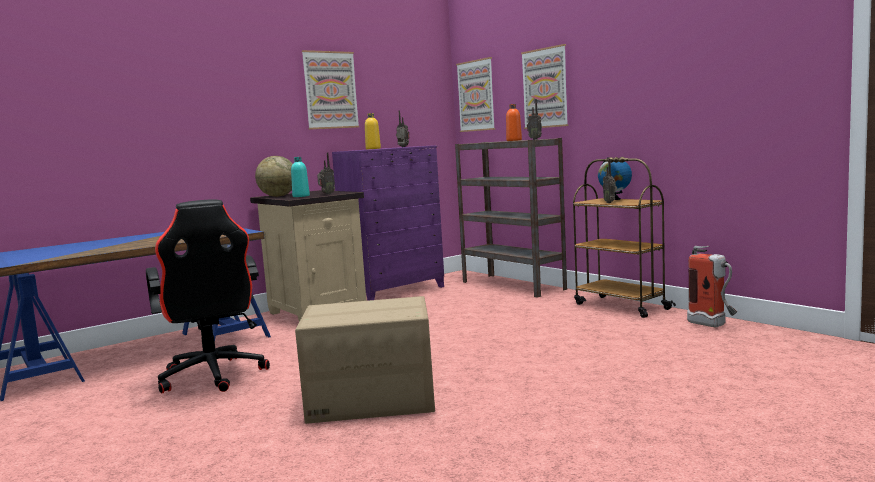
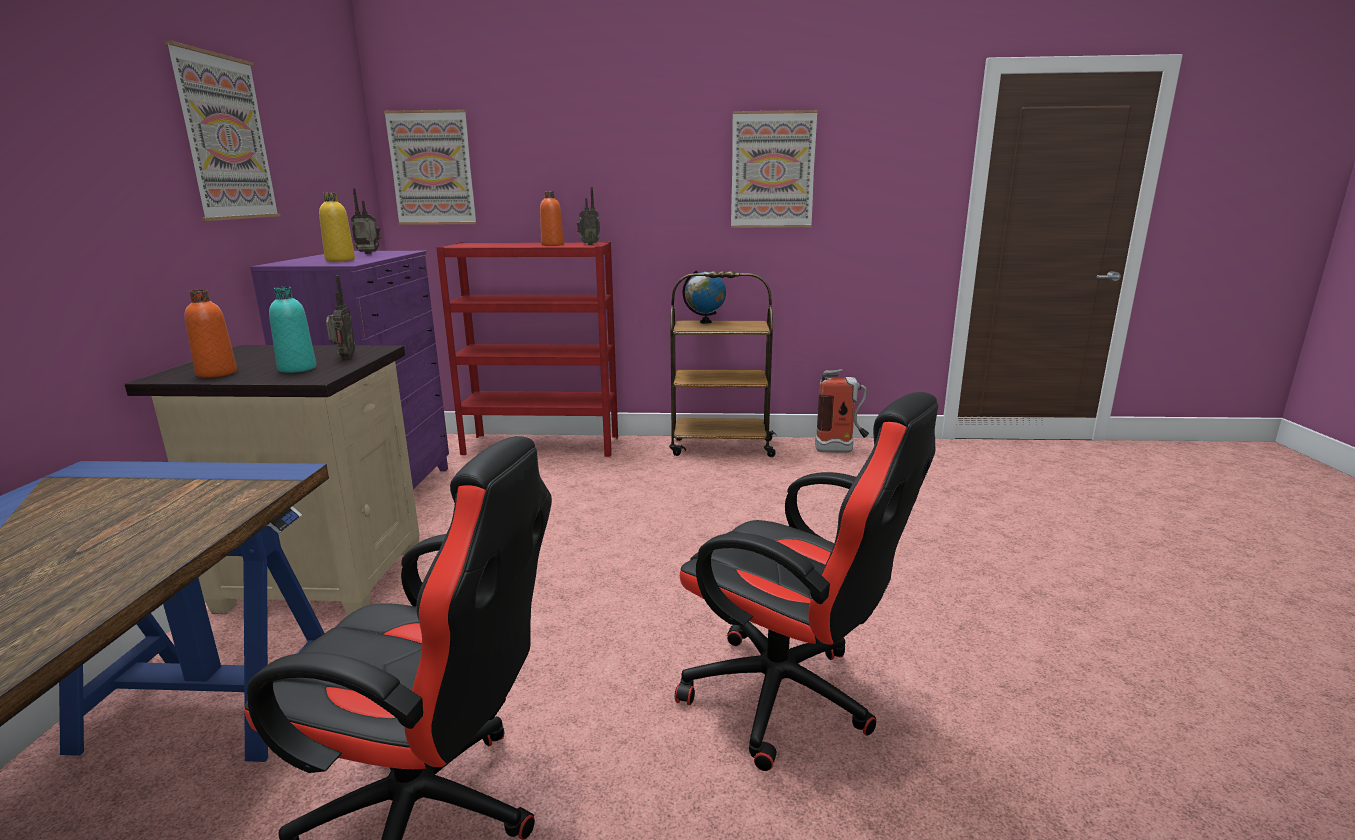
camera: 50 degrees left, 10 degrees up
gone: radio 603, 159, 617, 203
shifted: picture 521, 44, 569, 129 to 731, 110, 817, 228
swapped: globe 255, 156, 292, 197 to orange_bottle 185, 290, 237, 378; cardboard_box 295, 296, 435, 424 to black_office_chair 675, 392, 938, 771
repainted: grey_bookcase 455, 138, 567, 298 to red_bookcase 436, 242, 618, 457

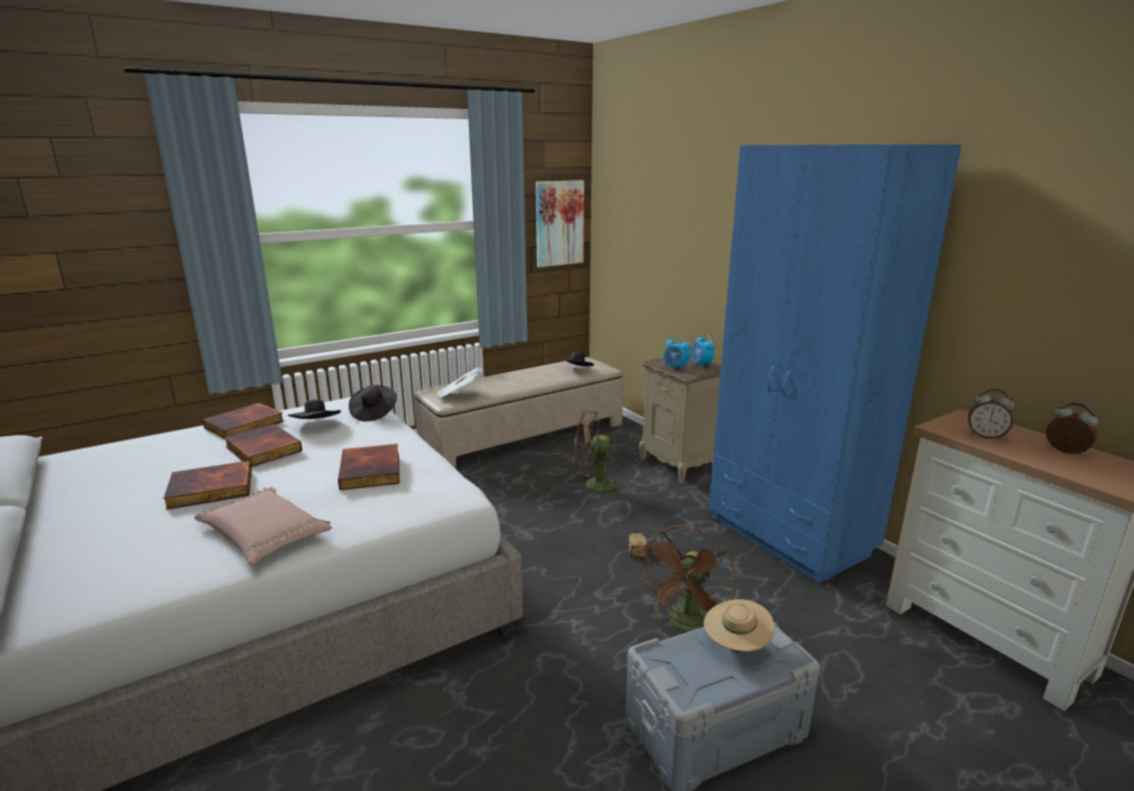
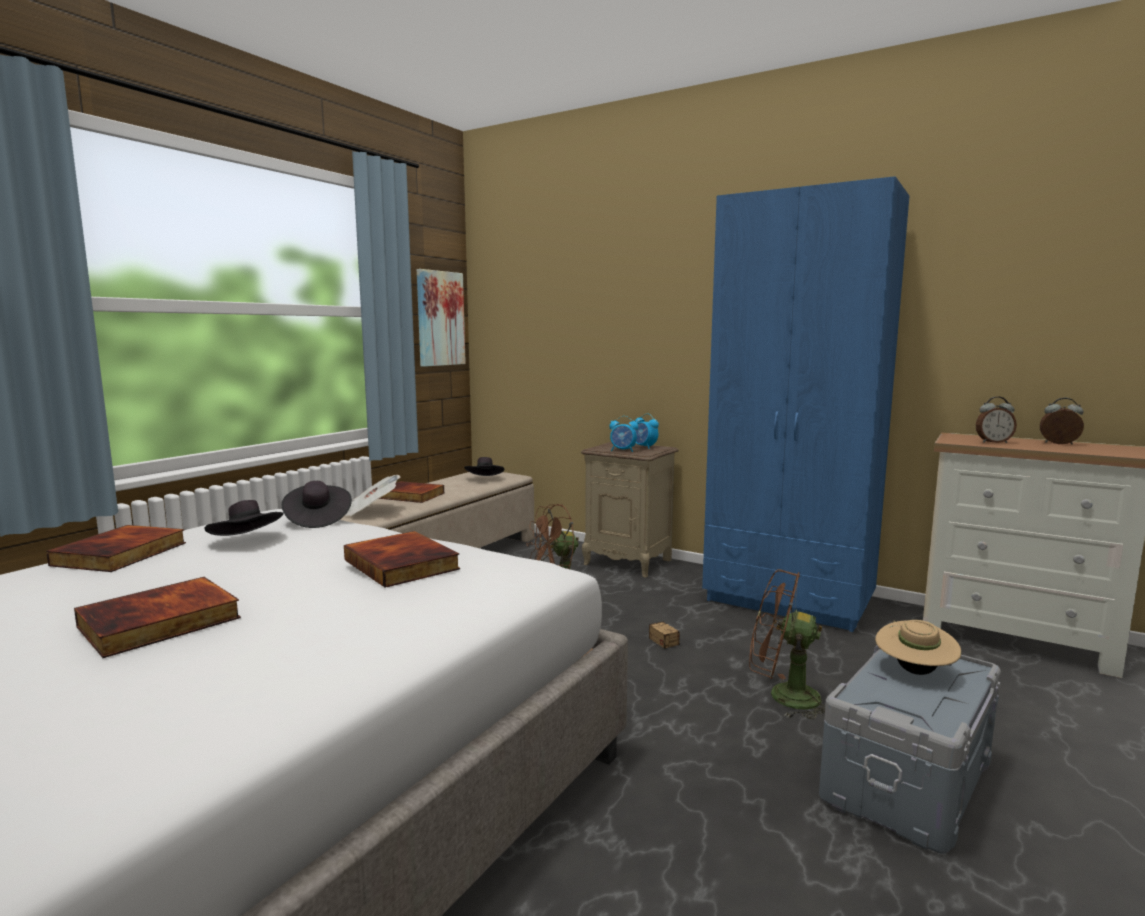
camera: 25 degrees left, 10 degrees down
gone: beige_pillow 194, 487, 332, 565
shifted: book 225, 424, 302, 467 to 379, 481, 444, 503
rotated: brown_fan 639, 525, 736, 632 = 749, 569, 825, 720 105 degrees clockwise

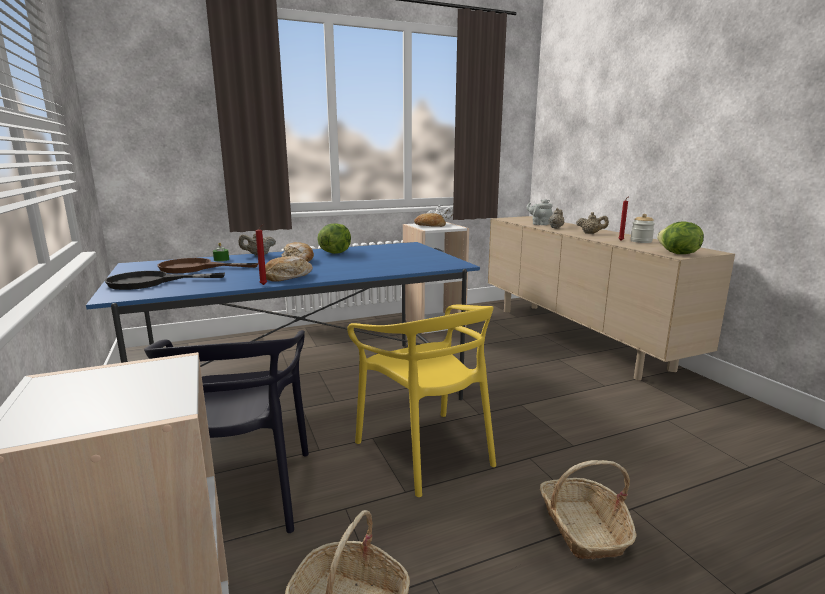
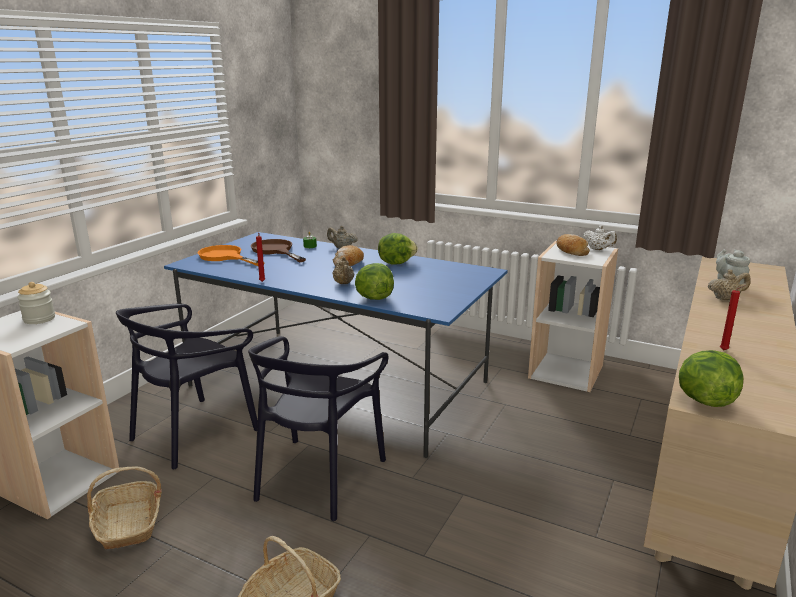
camera: 50 degrees right, 5 degrees up
gone: bread 265, 256, 313, 282
new: lettuce 355, 263, 394, 300
shifted: jar 630, 214, 655, 243 to 17, 282, 55, 324; beige_teapot 576, 212, 609, 234 to 332, 257, 354, 284
repainted: black_frying_pan 104, 271, 225, 290 to orange_frying_pan 197, 245, 265, 266; yellow_chair 347, 305, 496, 497 to black_chair 248, 336, 388, 521

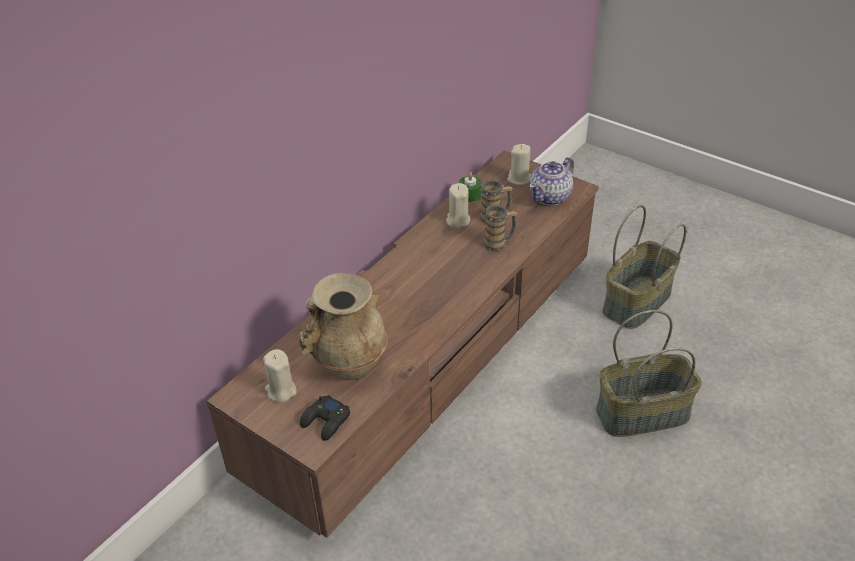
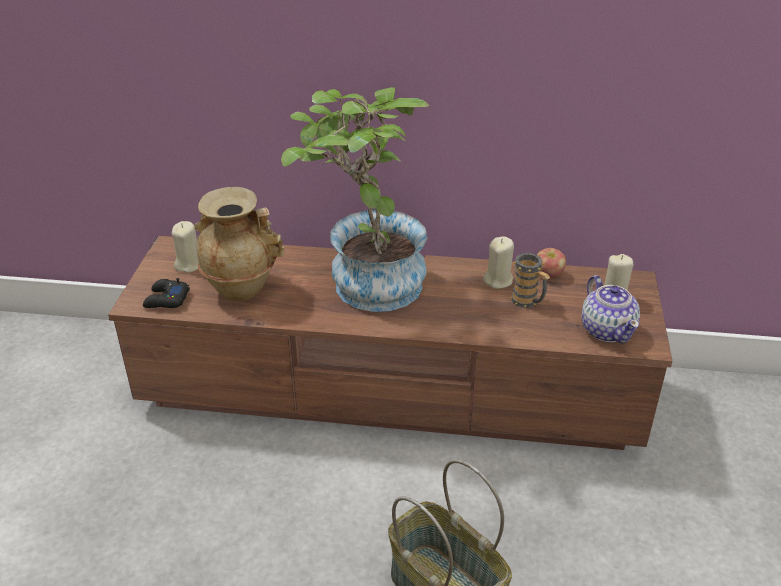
camera: 60 degrees right, 5 degrees down
gone: mug 483, 205, 517, 251; basket 602, 205, 686, 329
new: potted_plant 281, 87, 429, 312
swapped: green_candle 459, 172, 482, 202 to apple 537, 248, 566, 278
rotated: teapot 529, 157, 574, 205 = 582, 275, 640, 343 120 degrees counterclockwise

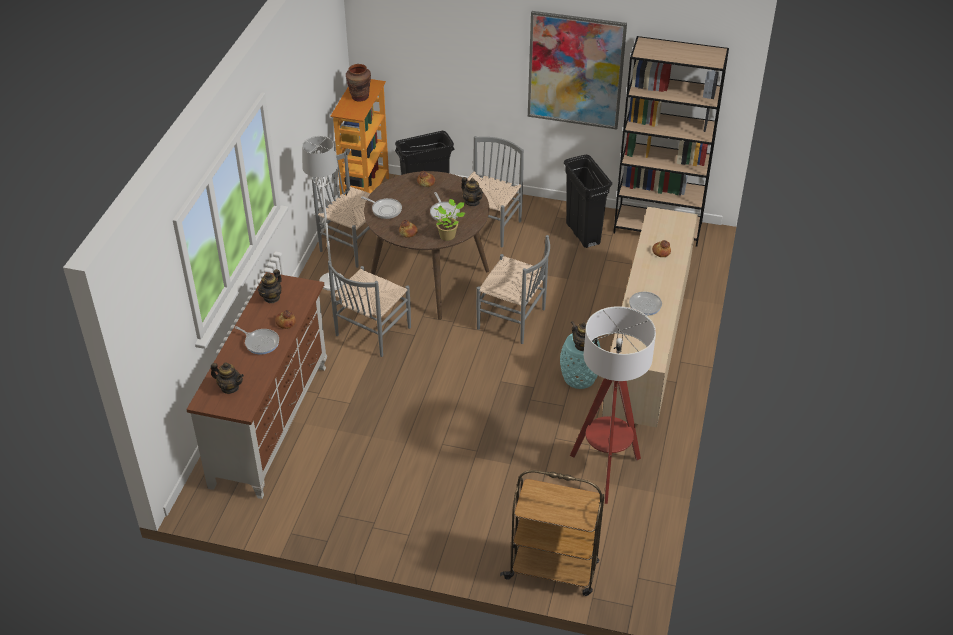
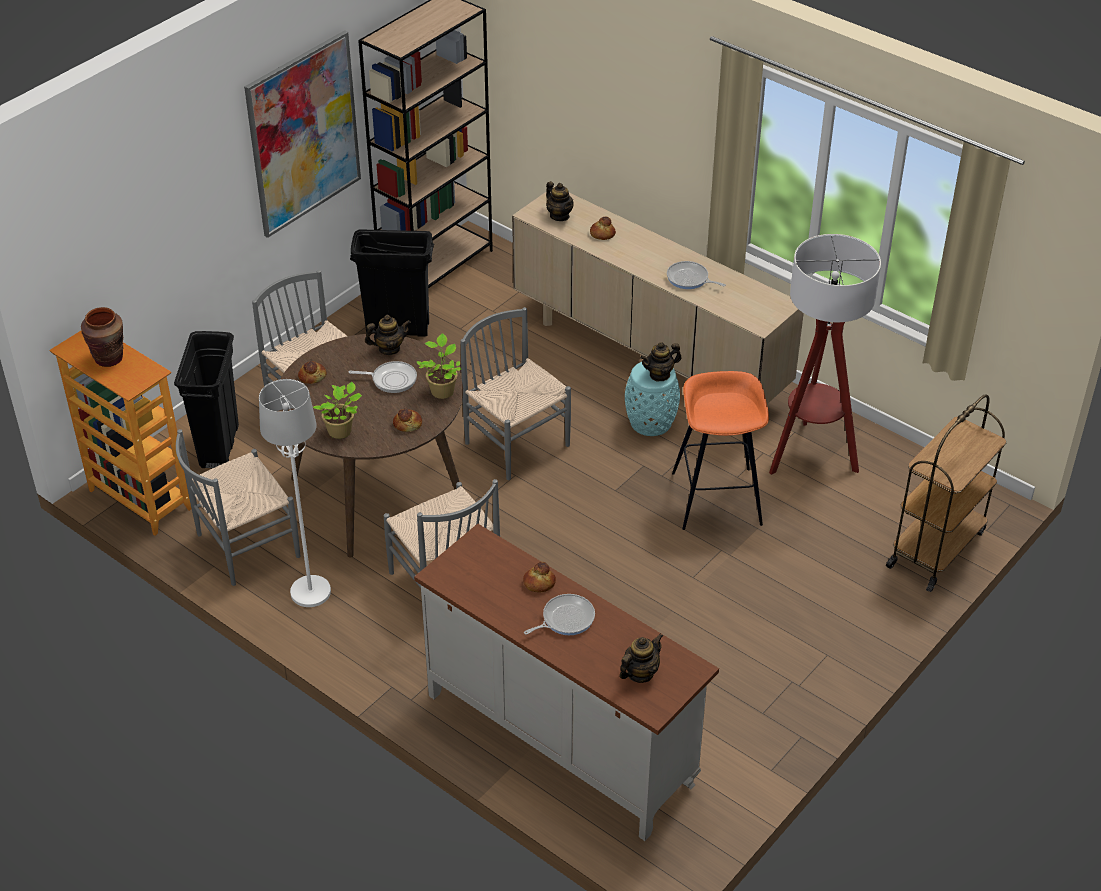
camera: 65 degrees left, 0 degrees up
new: orange_stool 672, 371, 769, 530
shifted: teapot 258, 269, 282, 303 to 546, 181, 574, 221
swapped: frying_pan 361, 196, 402, 219 to potted_plant 313, 382, 362, 439
rotated: grey_chair 476, 235, 550, 344 = 461, 307, 571, 480 90 degrees counterclockwise

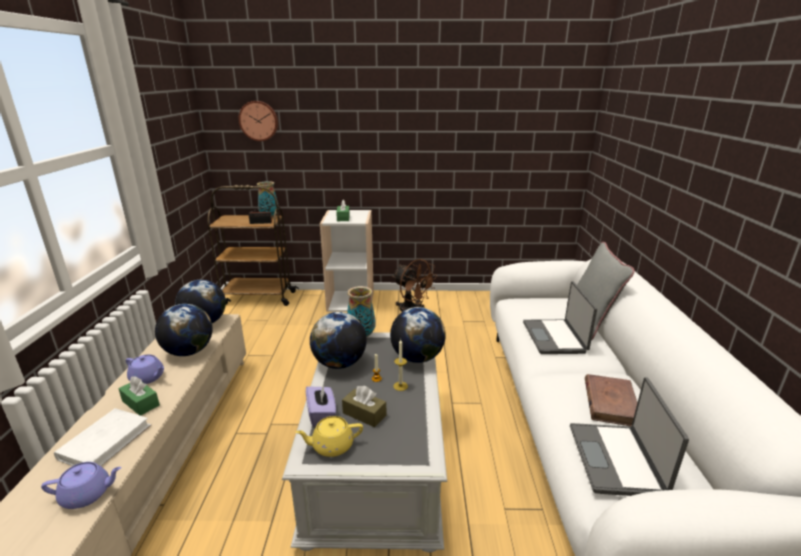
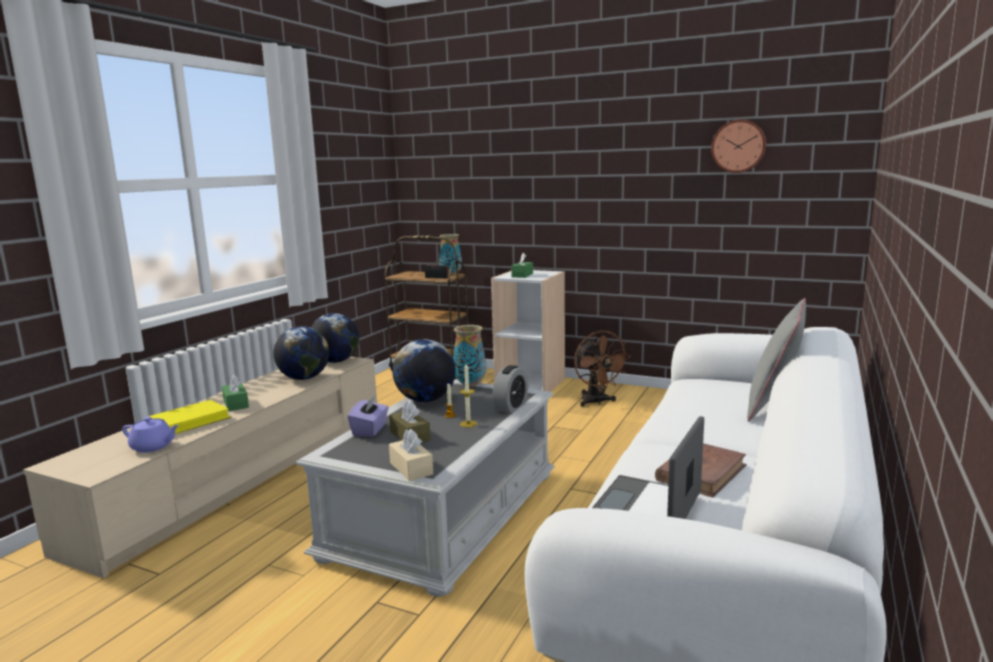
camera: 25 degrees right, 10 degrees down
gone: purple_teapot 126, 355, 164, 384; yellow_teapot 295, 416, 363, 457; laptop 523, 281, 597, 354
new: beige_tissue_box 389, 429, 433, 481
shifted: wall_clock 239, 101, 278, 141 to 711, 120, 766, 173
swapped: globe 390, 307, 446, 363 to alarm_clock 493, 365, 528, 413
repainted: white_book 54, 408, 151, 466 to yellow_book 149, 400, 232, 434

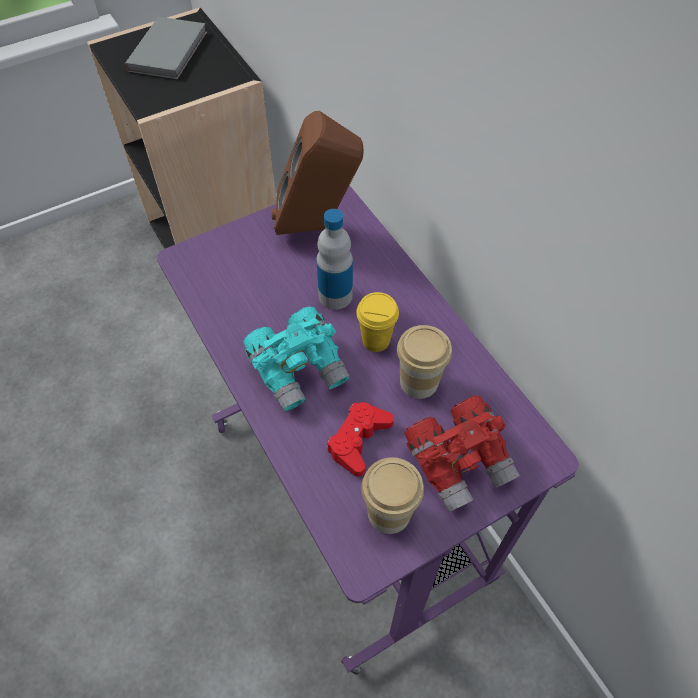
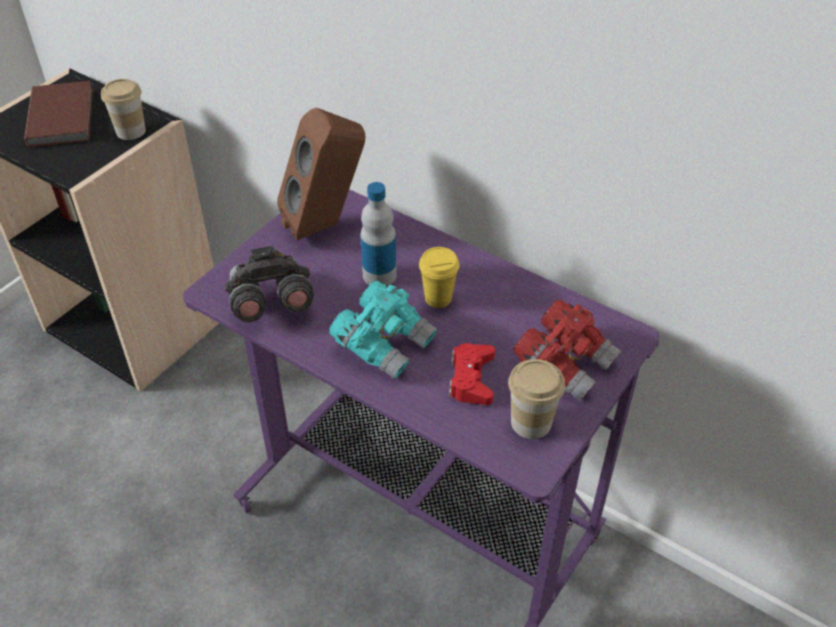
camera: 25 degrees left, 10 degrees down
new: grey_binoculars 225, 246, 314, 322
shifted: cup 397, 325, 452, 399 to 101, 79, 146, 140
repainted: grey_book 124, 17, 207, 79 to brown_book 24, 81, 93, 148

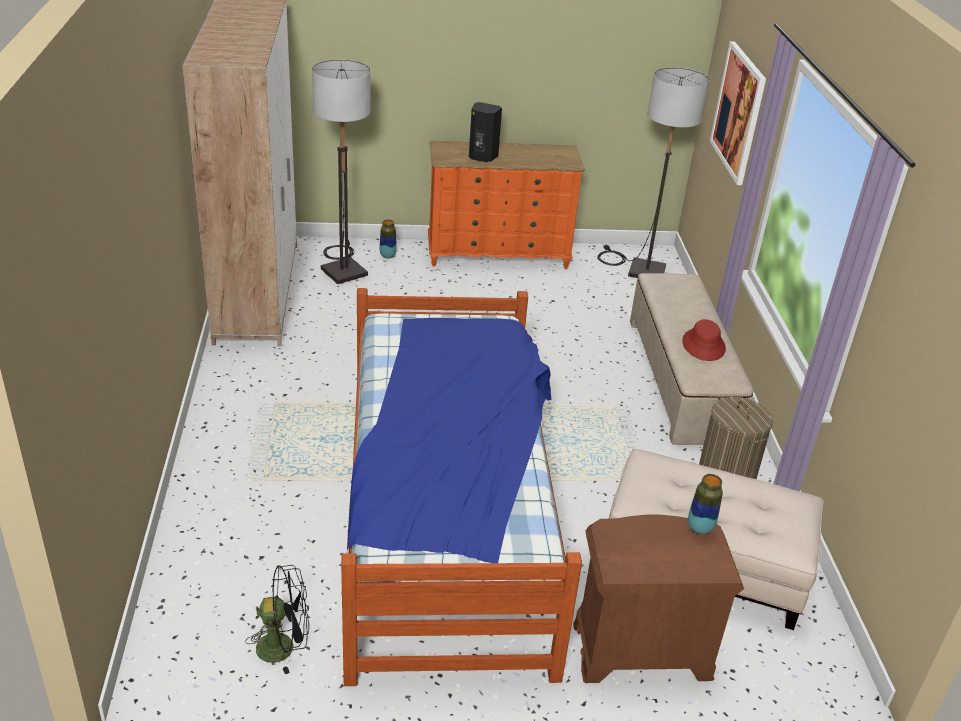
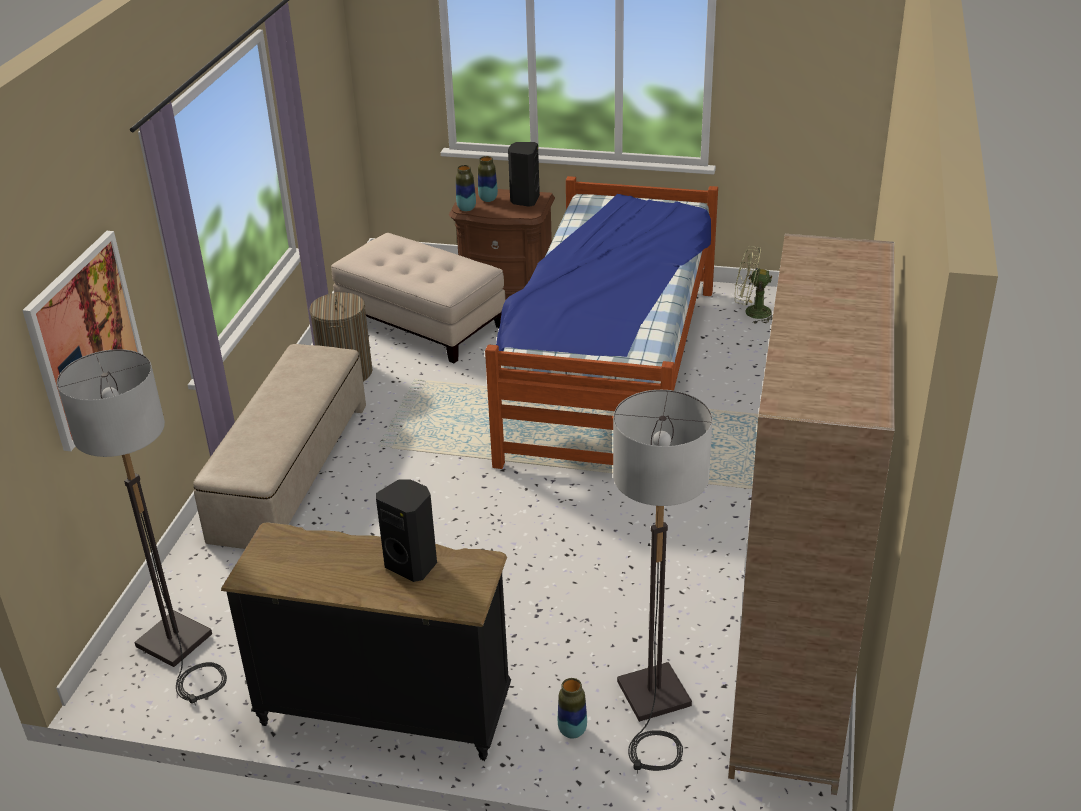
camera: 160 degrees left, 0 degrees up
gone: red_hat 682, 319, 726, 361
new: vase 478, 156, 498, 202; black_speaker 508, 142, 540, 207
repainted: orange_dresser 428, 141, 585, 269 to black_dresser 221, 522, 511, 761; black_fan 245, 565, 309, 674 to green_fan 735, 246, 773, 324

